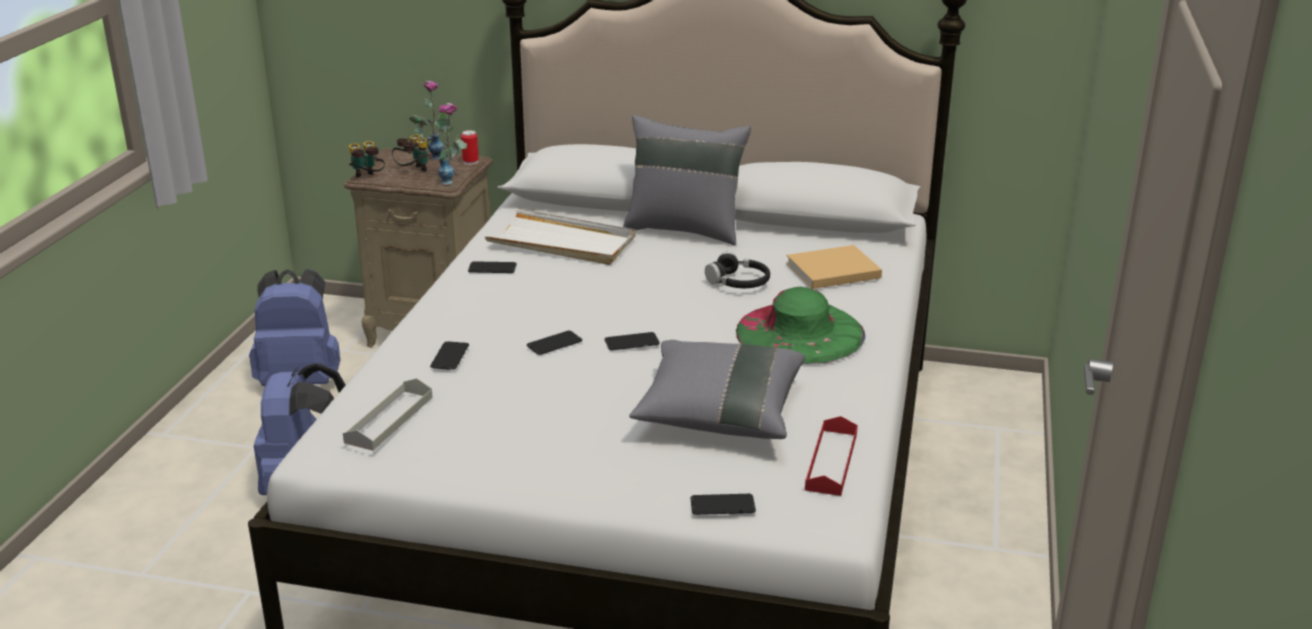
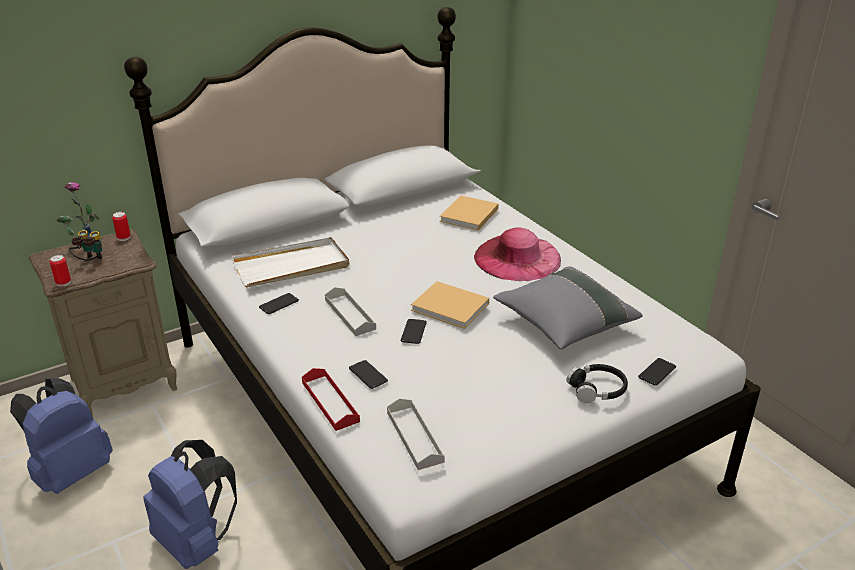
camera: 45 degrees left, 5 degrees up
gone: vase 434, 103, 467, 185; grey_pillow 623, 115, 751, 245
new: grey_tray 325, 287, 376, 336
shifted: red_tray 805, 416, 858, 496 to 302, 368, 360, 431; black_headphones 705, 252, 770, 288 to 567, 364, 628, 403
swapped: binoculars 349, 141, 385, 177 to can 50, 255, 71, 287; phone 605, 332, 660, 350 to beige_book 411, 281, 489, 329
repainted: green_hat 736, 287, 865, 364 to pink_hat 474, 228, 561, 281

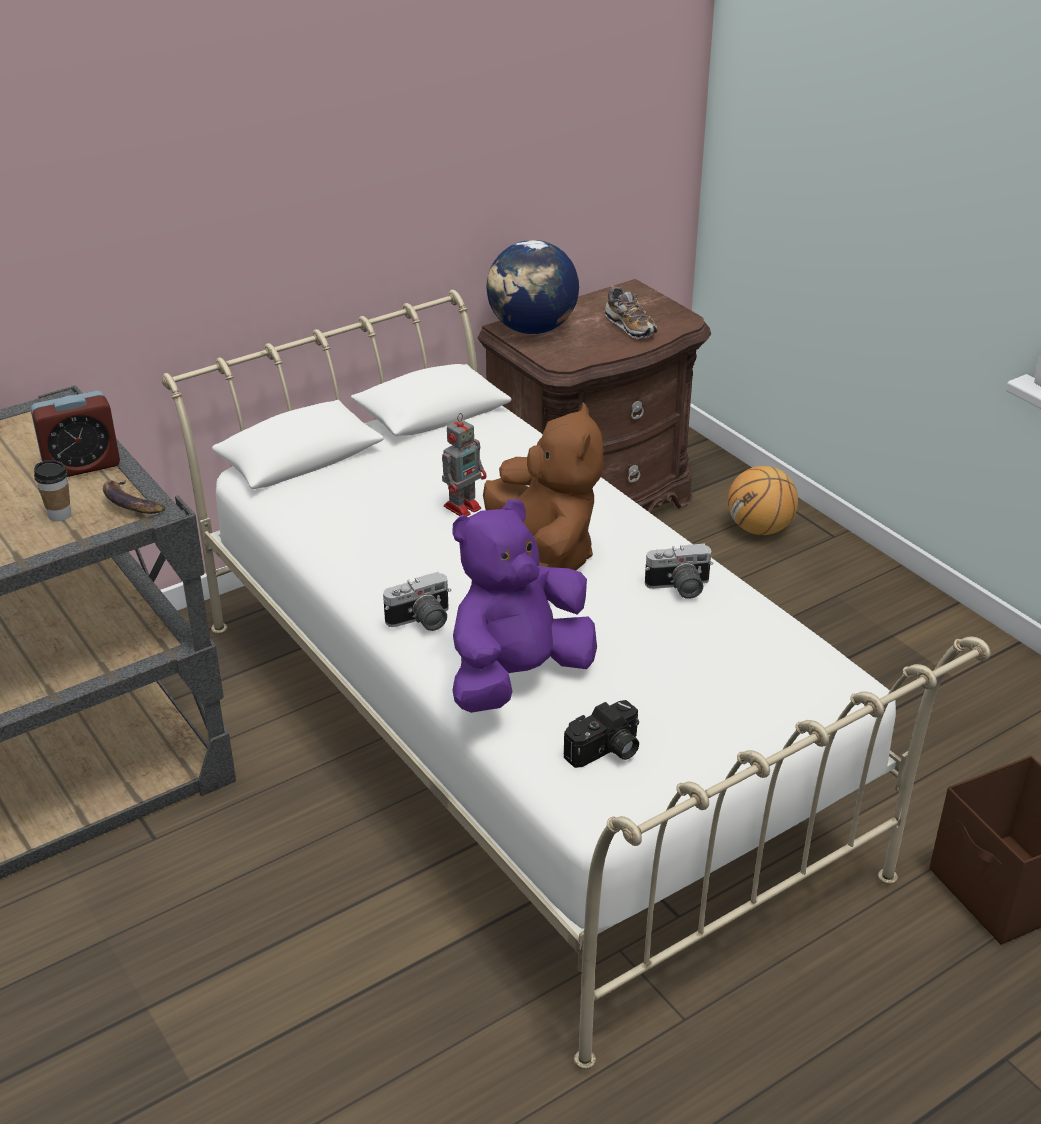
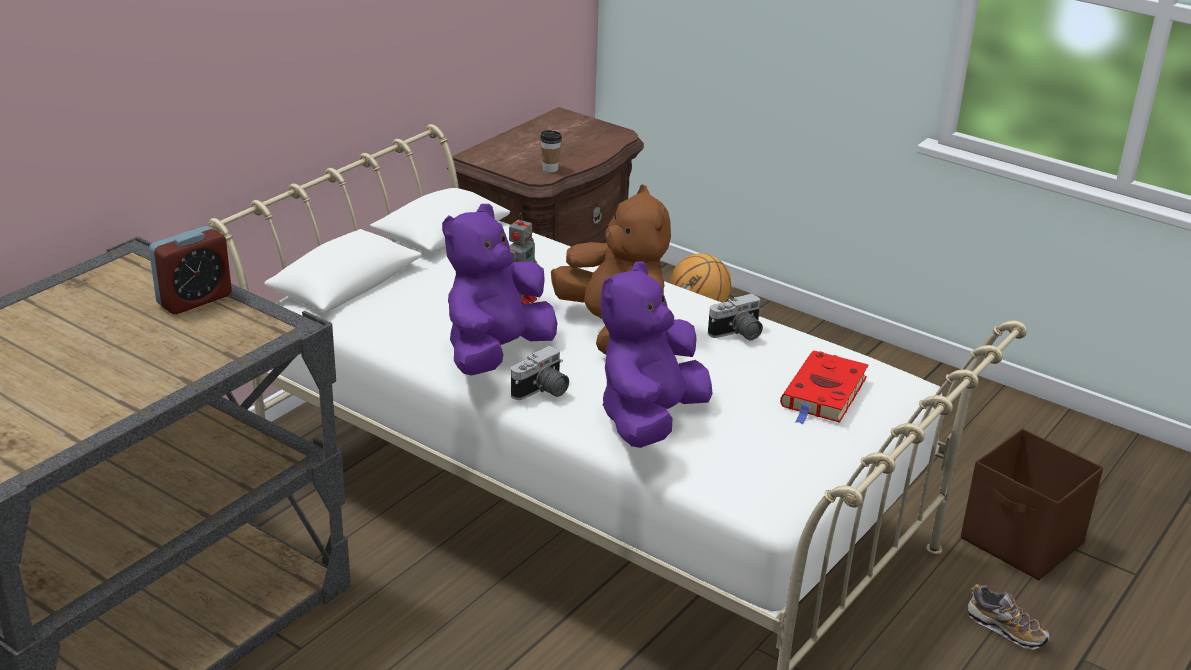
camera: 20 degrees left, 5 degrees down
gone: banana 103, 480, 165, 514; globe 487, 240, 579, 334; photo_camera 564, 700, 639, 768
new: purple_plush_toy 442, 204, 557, 376; red_book 780, 351, 869, 425
shifted: cup 34, 460, 71, 522 to 540, 130, 562, 173; shoe 605, 286, 657, 339 to 968, 584, 1050, 650

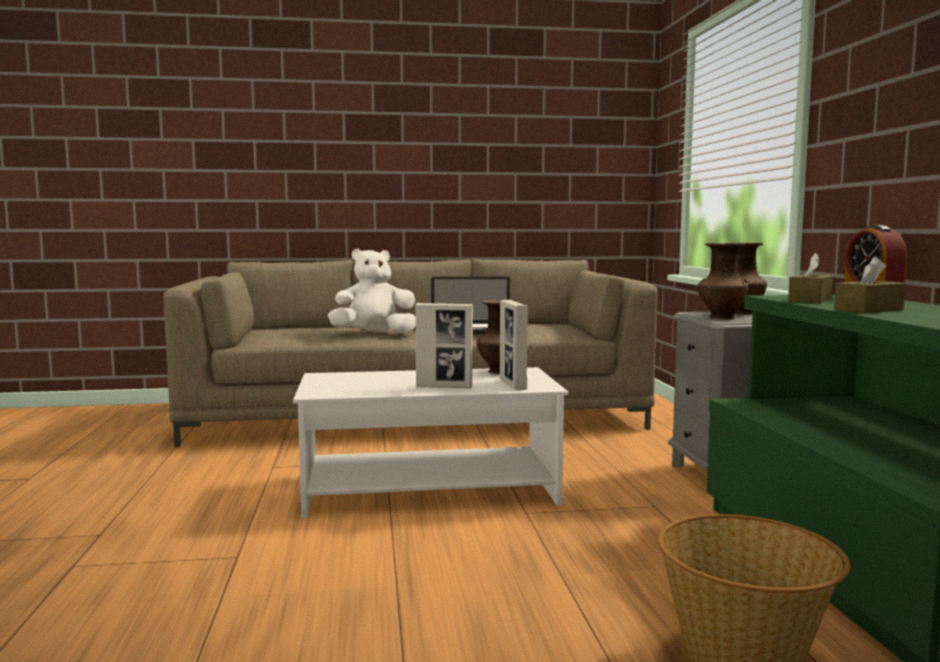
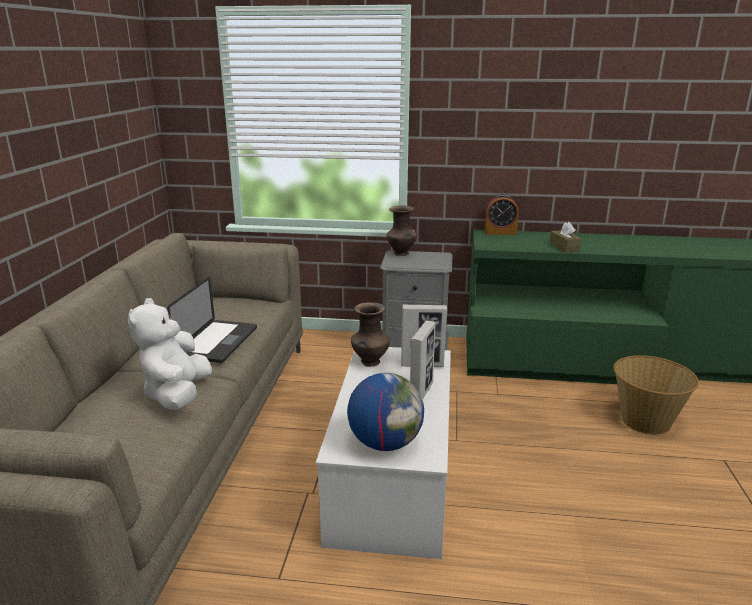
camera: 75 degrees left, 15 degrees up
gone: brown_vase 698, 243, 749, 319; brown_tissue_box 788, 253, 833, 303
new: globe 347, 373, 424, 451

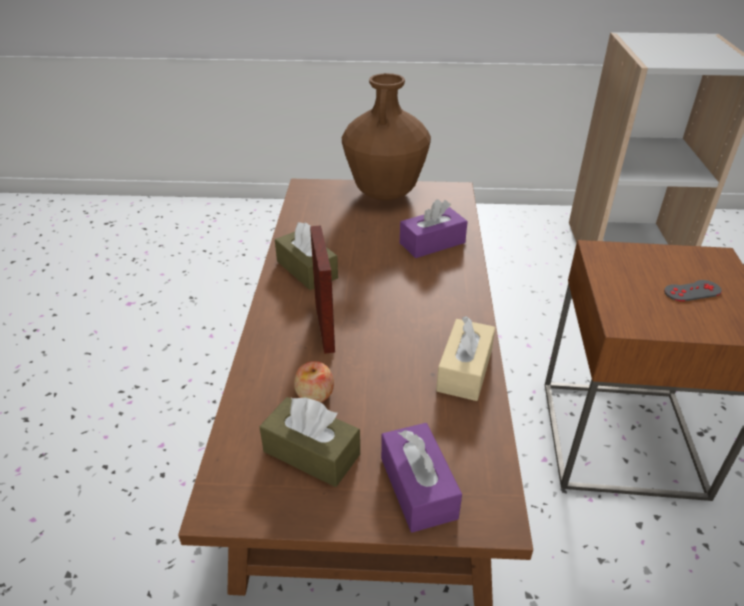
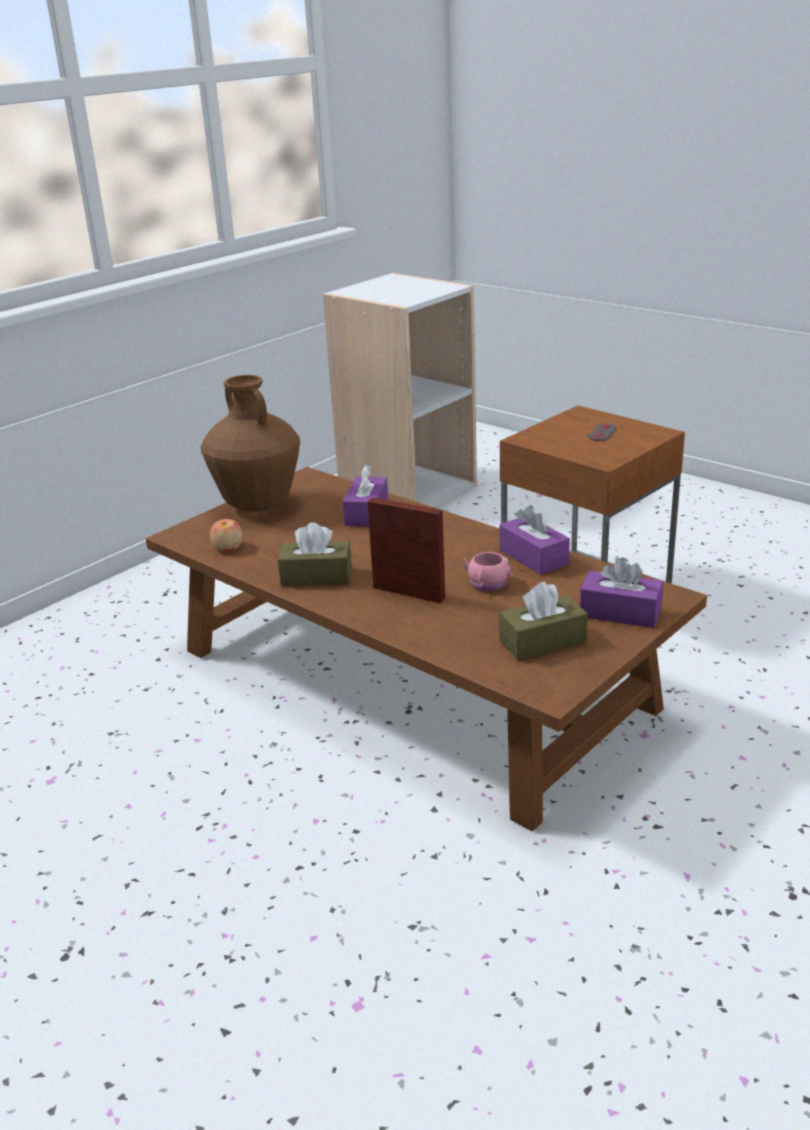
camera: 50 degrees left, 10 degrees down
new: pink_mug 464, 552, 513, 591
shifted: apple 294, 361, 334, 402 to 210, 519, 243, 552
repainted: beige_tissue_box 436, 316, 495, 401 to purple_tissue_box 499, 505, 570, 575

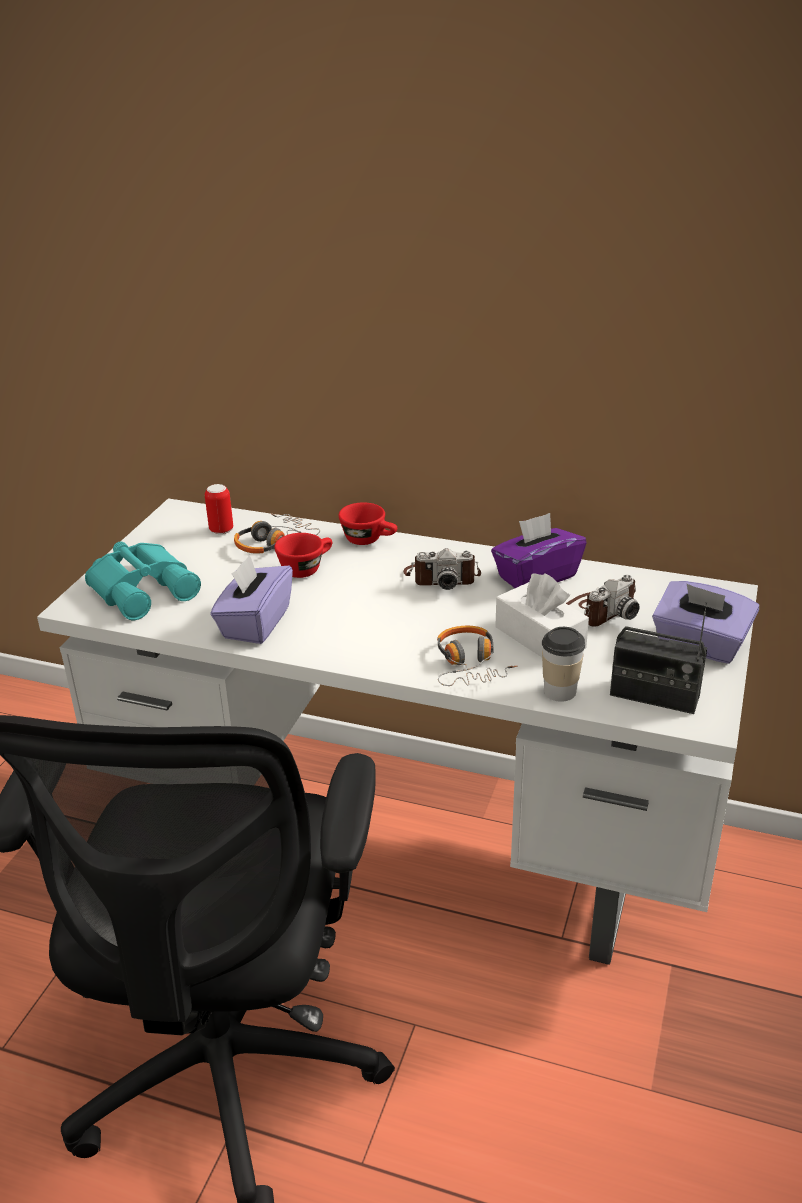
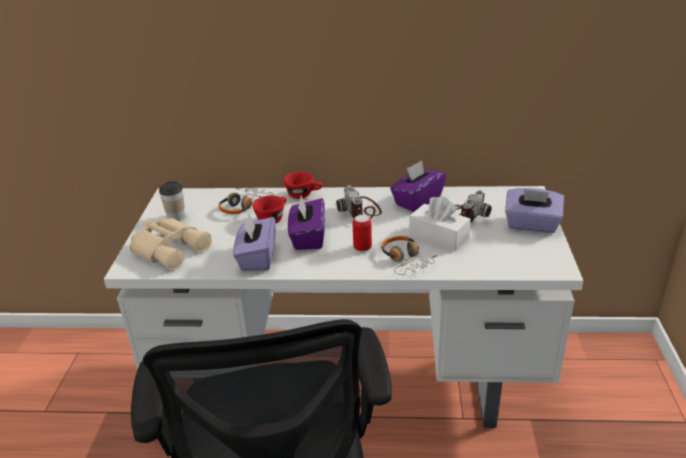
camera: 15 degrees left, 0 degrees up
gone: radio 610, 602, 707, 714
new: purple_tissue_box 288, 196, 325, 250
shifted: cup 542, 627, 586, 702 to 159, 181, 185, 221; can 205, 484, 233, 534 to 353, 215, 372, 252
repainted: turquoise_binoculars 85, 542, 201, 620 to beige_binoculars 129, 218, 212, 270
rotated: photo_camera 403, 548, 481, 590 = 336, 185, 382, 219 90 degrees clockwise

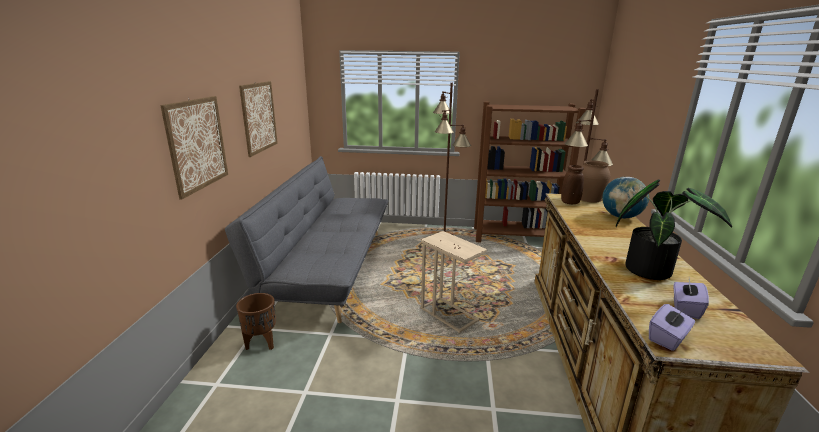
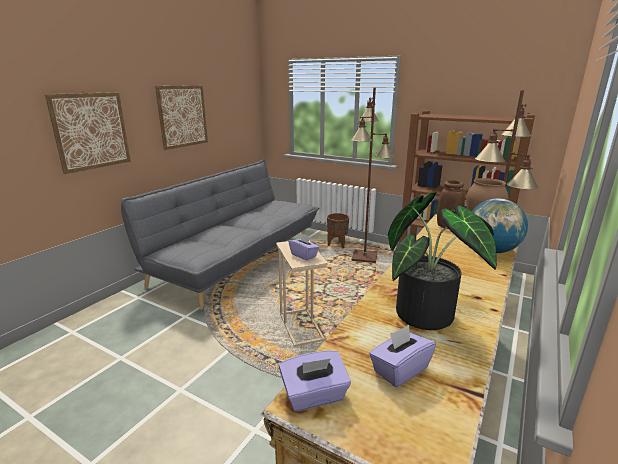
camera: 25 degrees right, 0 degrees up
new: purple_tissue_box 289, 234, 319, 260
shifted: brown_planter 236, 293, 276, 350 to 327, 213, 349, 248

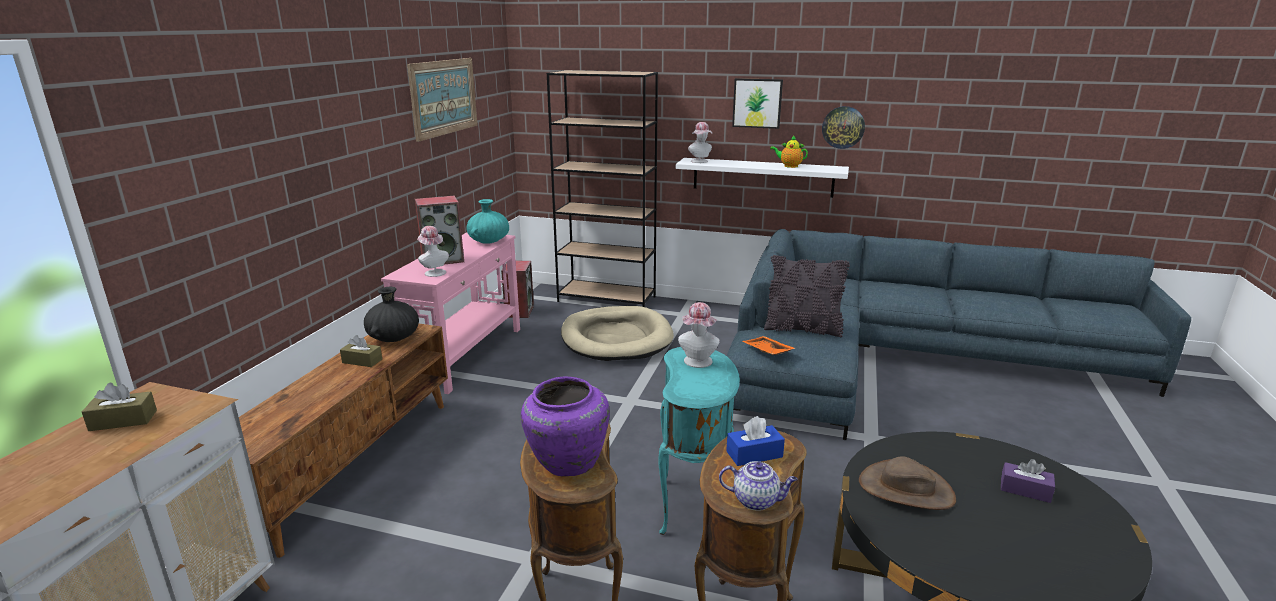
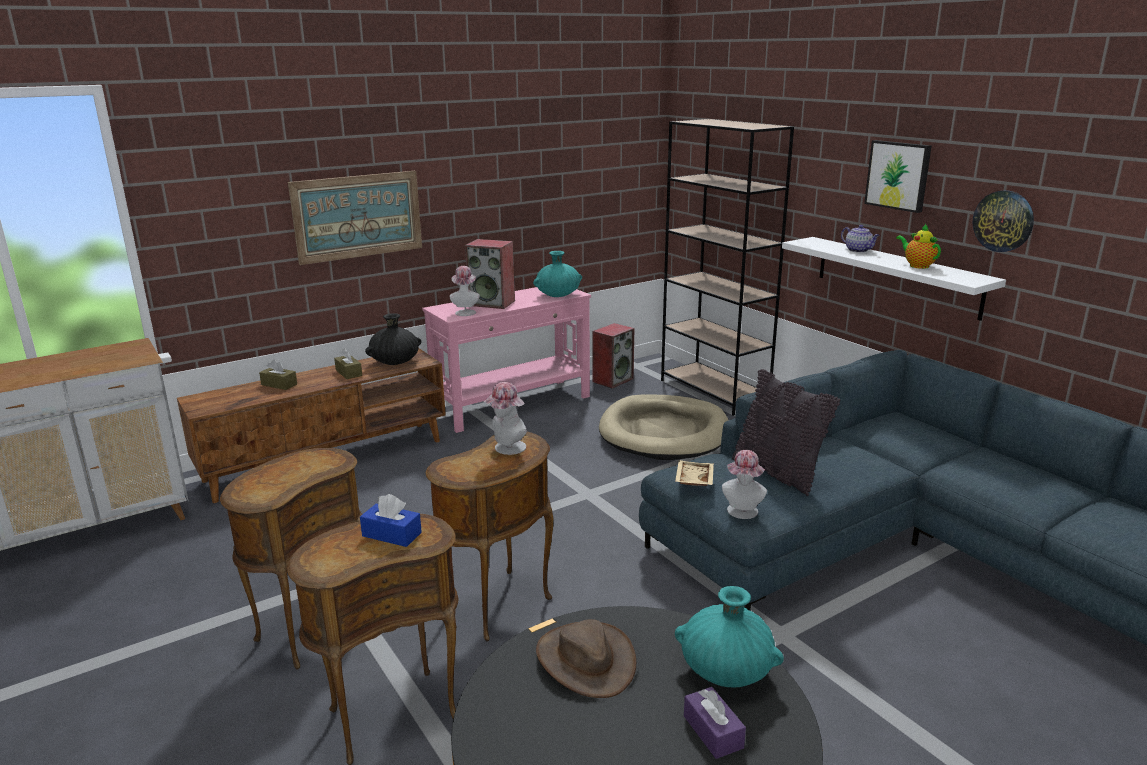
camera: 40 degrees right, 0 degrees up
gone: purple_vase 521, 376, 610, 477
new: turquoise_vase 675, 586, 784, 687
shifted: brown_tissue_box 82, 383, 157, 431 to 259, 359, 297, 390; picture 407, 58, 477, 142 to 288, 171, 422, 265; hat 688, 122, 712, 163 to 722, 450, 767, 519; teapot 719, 461, 798, 511 to 841, 225, 880, 253
repainted: turquoise_side_table 658, 347, 740, 535 to brown_side_table 426, 432, 553, 641; orange_tray 742, 336, 795, 355 to beige_tray 675, 460, 714, 486

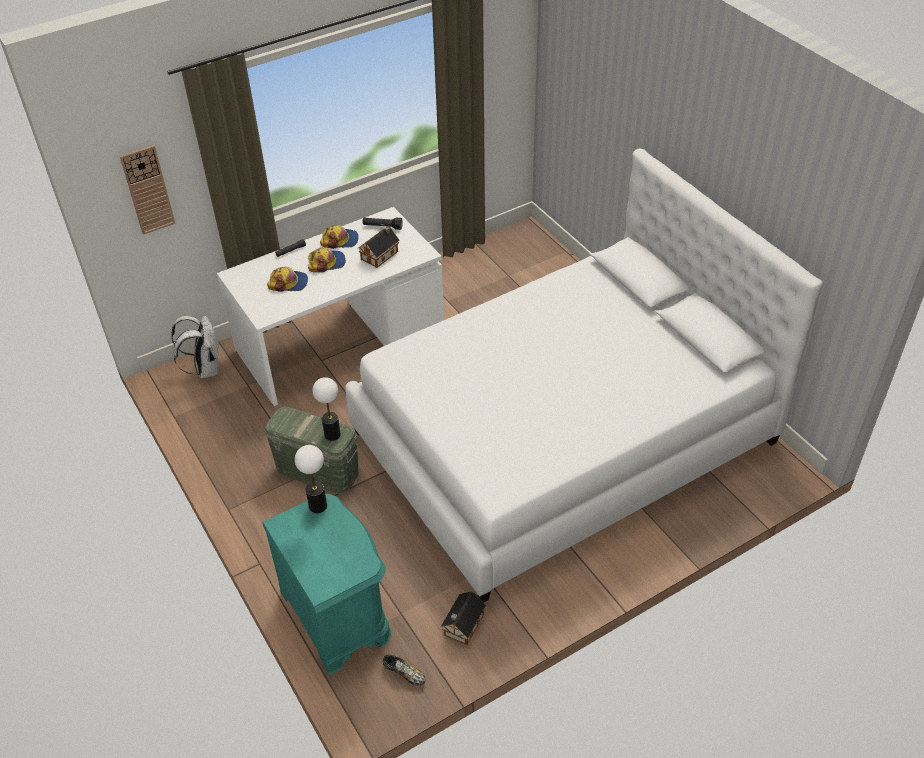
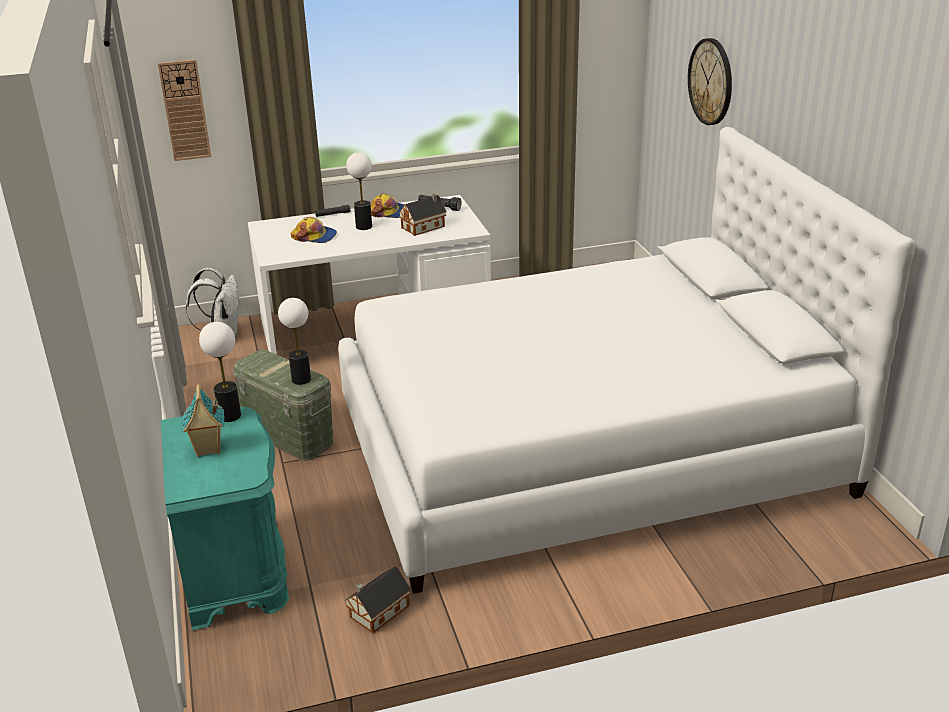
camera: 15 degrees right, 15 degrees down
gone: shoe 383, 654, 426, 686
new: toy_house 182, 384, 225, 457; wall_clock 688, 38, 732, 125
swapped: cap 308, 248, 346, 272 to table_lamp 346, 152, 372, 230

